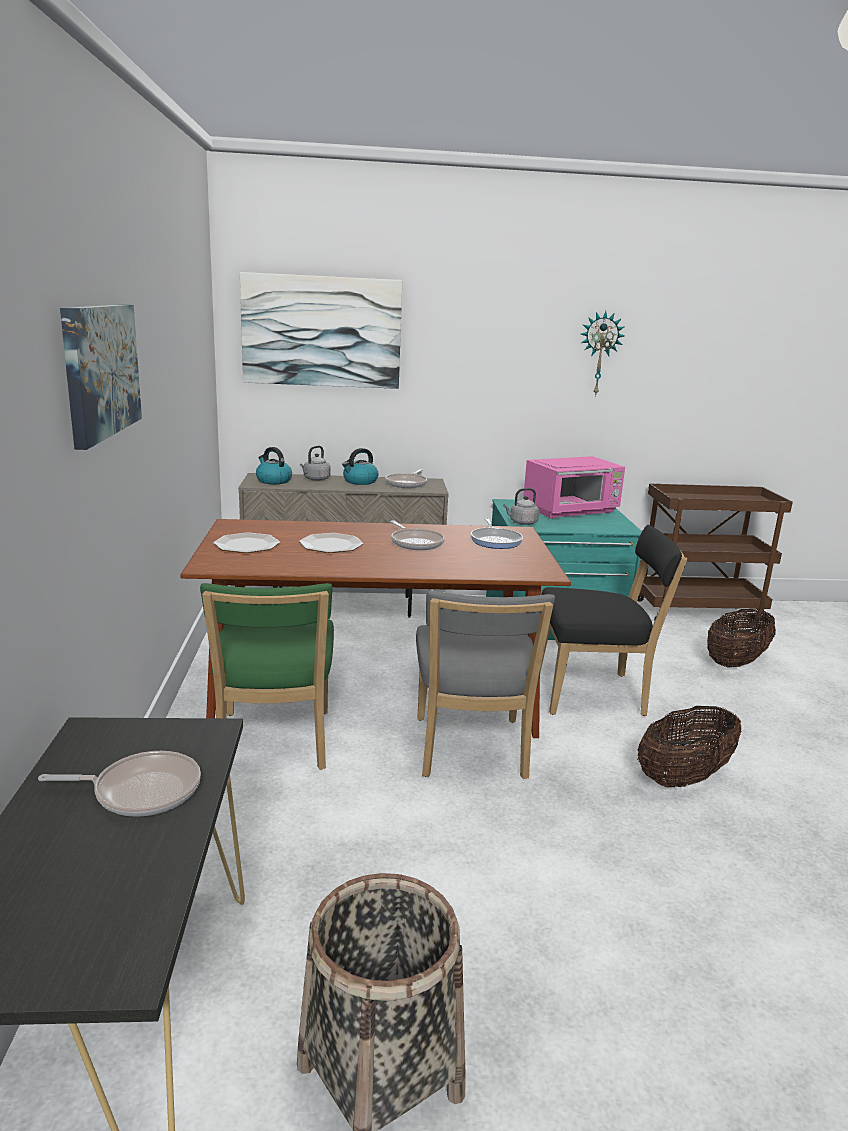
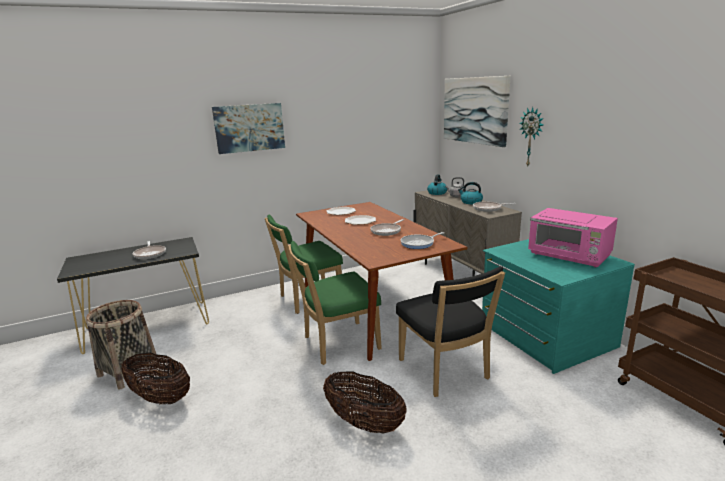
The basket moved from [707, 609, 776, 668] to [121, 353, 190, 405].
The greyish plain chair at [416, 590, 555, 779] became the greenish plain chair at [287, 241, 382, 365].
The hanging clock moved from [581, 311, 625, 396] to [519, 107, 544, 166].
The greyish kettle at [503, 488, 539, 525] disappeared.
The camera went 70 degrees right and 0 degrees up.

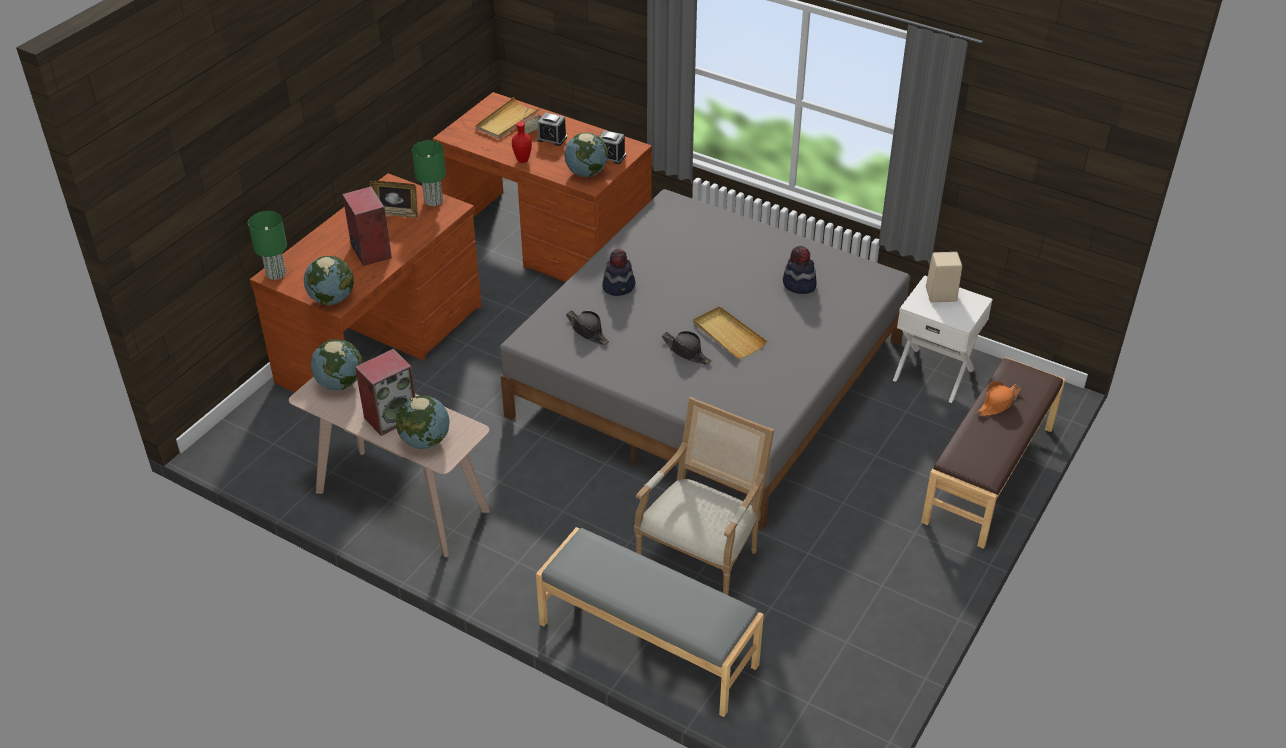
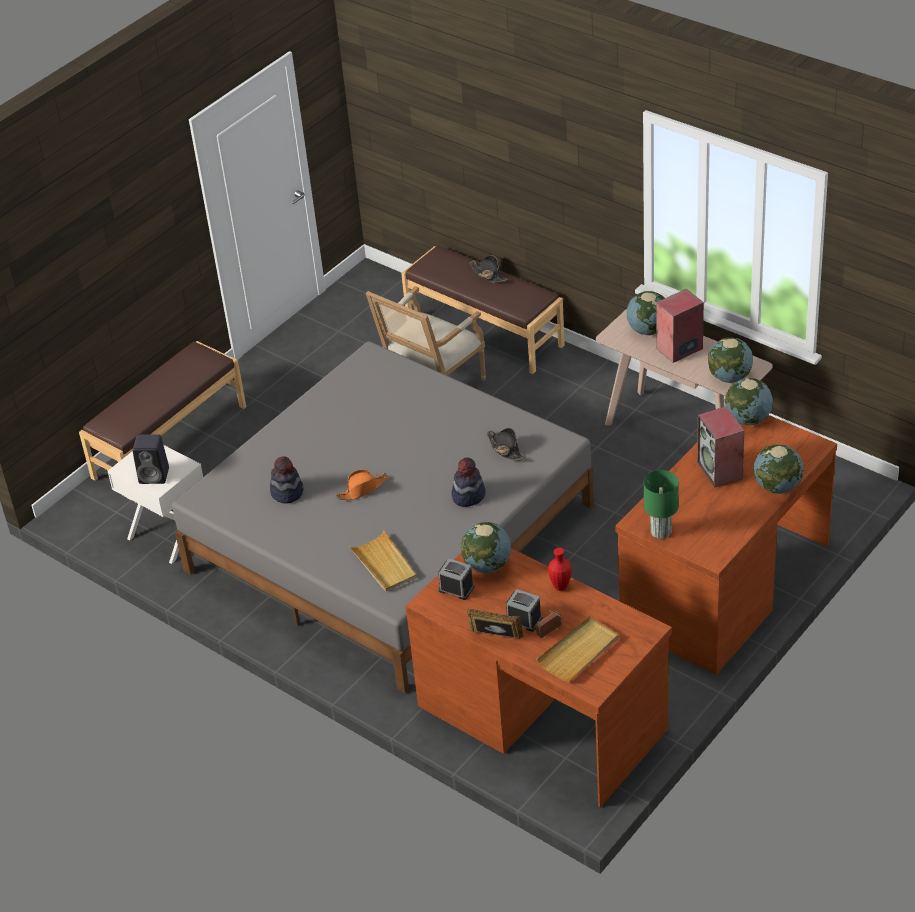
The beige audio speaker at [926, 252, 962, 302] became the black audio speaker at [133, 434, 169, 484].
The orangey hat moved from [976, 381, 1022, 416] to [336, 469, 388, 500].
The beige tray moved from [693, 306, 767, 359] to [349, 531, 417, 592].
The greyish bench at [536, 527, 764, 717] became the brown bench at [401, 246, 565, 374].
The standing frame moved from [370, 181, 418, 218] to [467, 608, 524, 639].
The black hat moved from [662, 331, 712, 365] to [469, 255, 507, 282].
The globe at [754, 444, 804, 494] appeared.
The greenish table lamp at [248, 211, 287, 280] disappeared.
The camera went 170 degrees left and 0 degrees up.

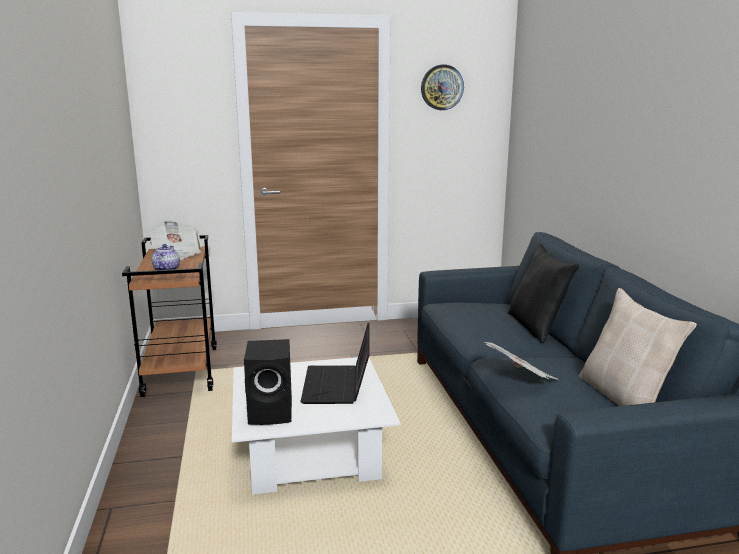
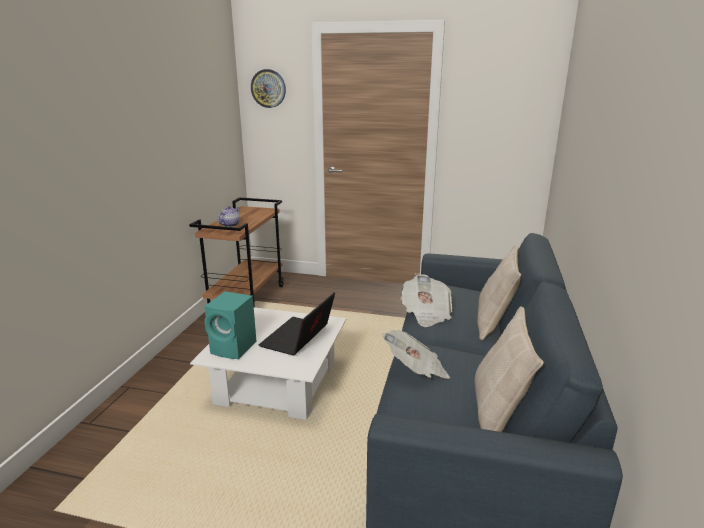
The black audio speaker at [244, 339, 292, 425] became the turquoise-coloured audio speaker at [204, 291, 256, 359].
The hanging clock moved from [421, 65, 464, 110] to [251, 69, 286, 108].
The daily paper moved from [150, 221, 201, 260] to [400, 274, 452, 327].
The black throw pillow at [508, 243, 579, 343] became the beige throw pillow at [477, 245, 521, 340].
The camera went 25 degrees right and 5 degrees up.

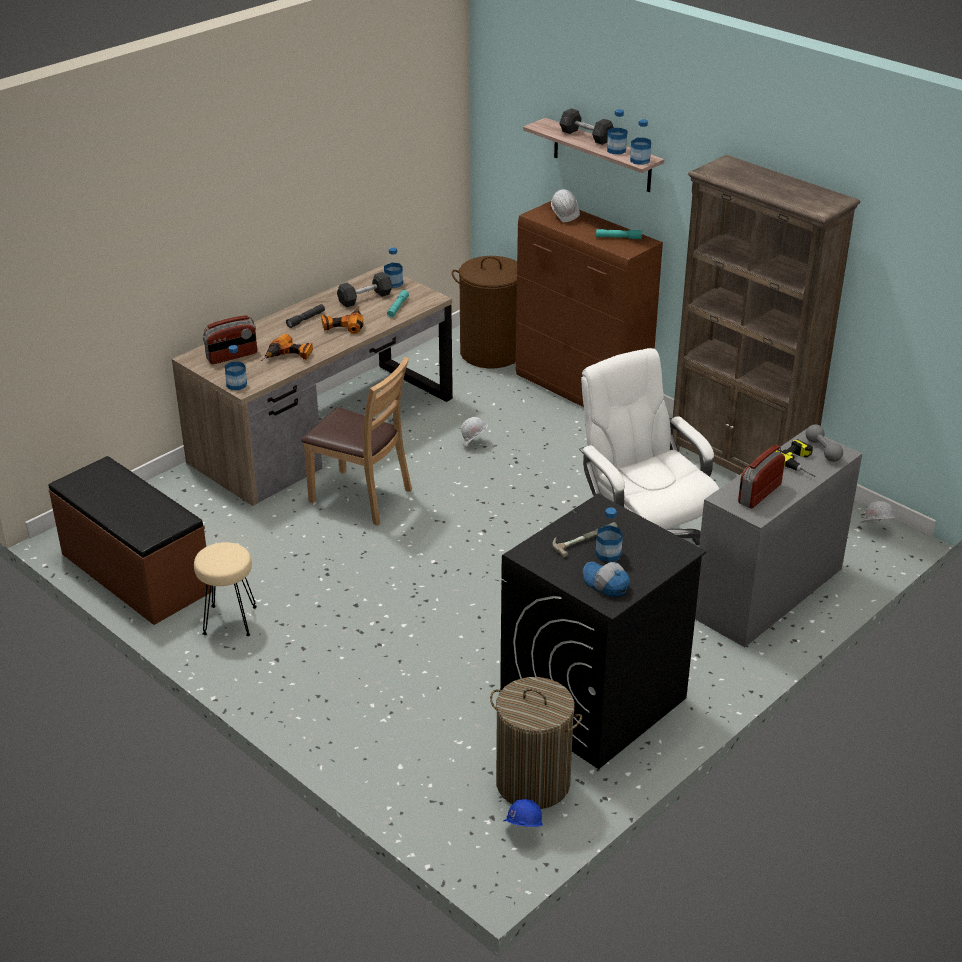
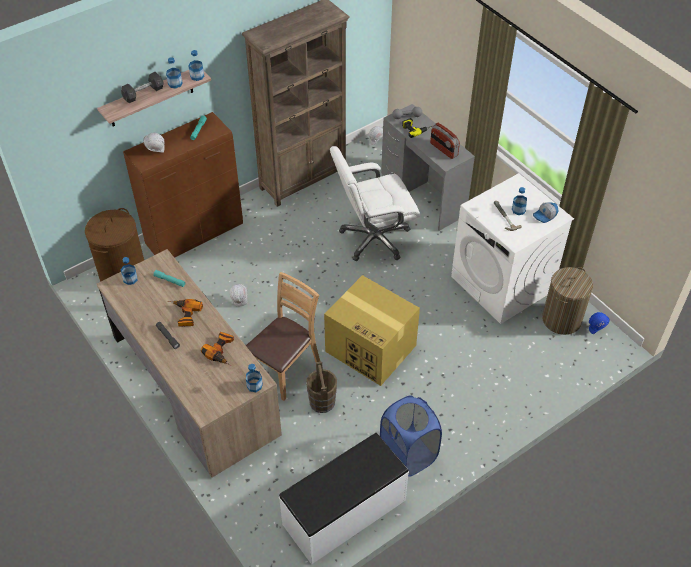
The brown bench at [49, 456, 212, 625] became the white-coloured bench at [279, 433, 409, 565].
The brown bucket at [306, 362, 337, 413] appeared.
The carton at [324, 275, 420, 386] appeared.
The beige stool seat at [194, 542, 257, 636] was replaced by the blue-coloured laundry basket at [380, 396, 442, 477].
The black washing machine at [500, 494, 706, 769] became the white-coloured washing machine at [451, 173, 574, 324].
The radio receiver at [203, 315, 257, 364] disappeared.
The greyish free weight at [337, 272, 392, 308] disappeared.
The camera went 80 degrees left and 15 degrees up.

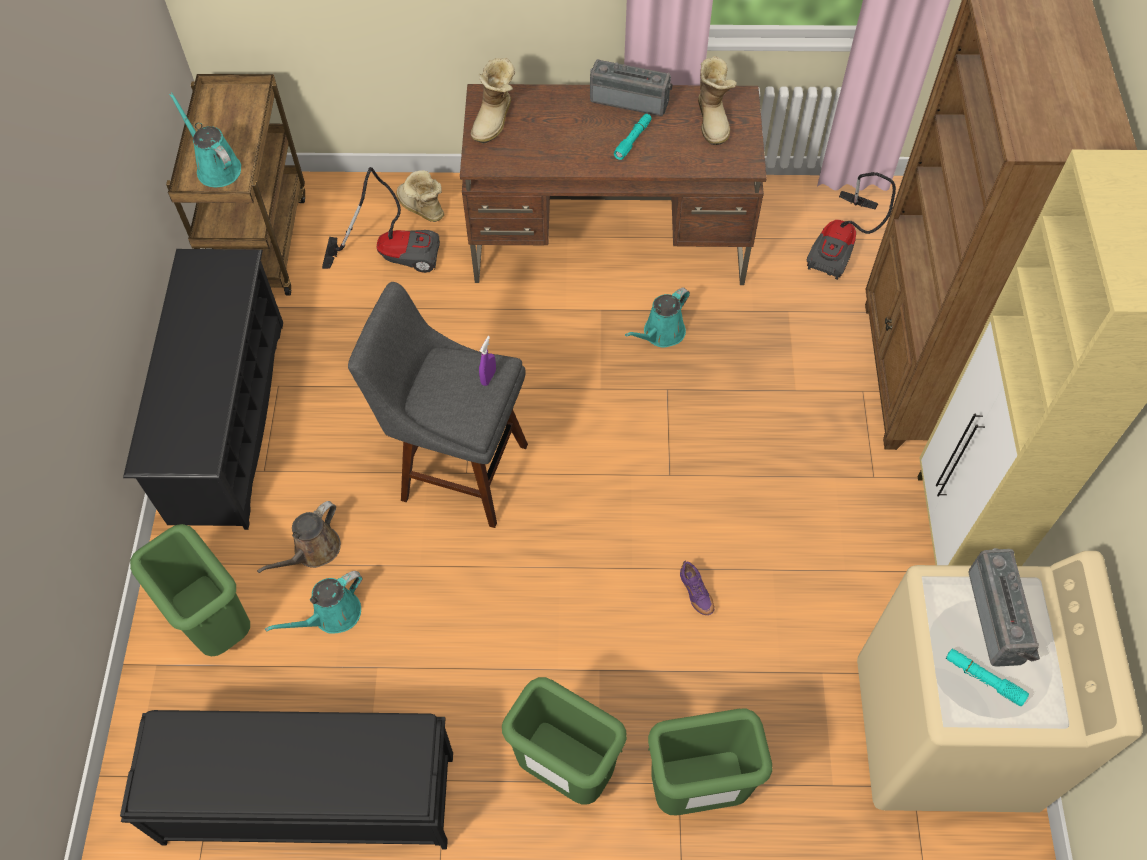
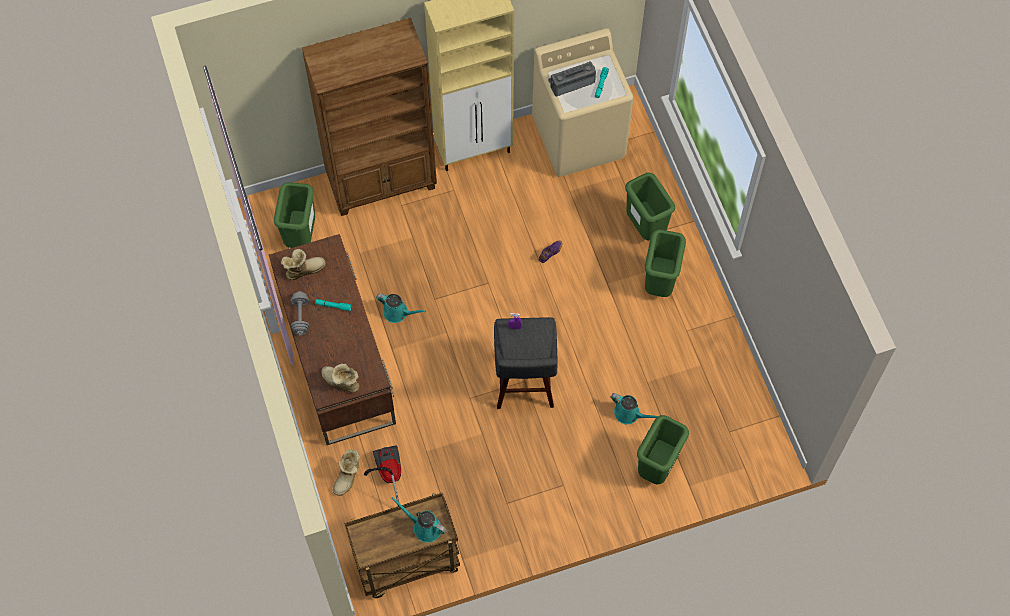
The vacuum at [807, 172, 896, 280] was replaced by the greenish trash can at [274, 182, 315, 248].
The radio receiver at [590, 59, 673, 116] was replaced by the greyish free weight at [291, 291, 309, 336].
The boot at [471, 58, 515, 144] turned 150 degrees counterclockwise.
The turquoise-coloured watering can at [169, 92, 241, 187] turned 90 degrees clockwise.
The black bench at [120, 710, 453, 849] disappeared.
The black shoe stand at [123, 249, 283, 530] disappeared.
The brown watering can at [257, 501, 341, 573] disappeared.
The camera went 110 degrees left and 5 degrees up.

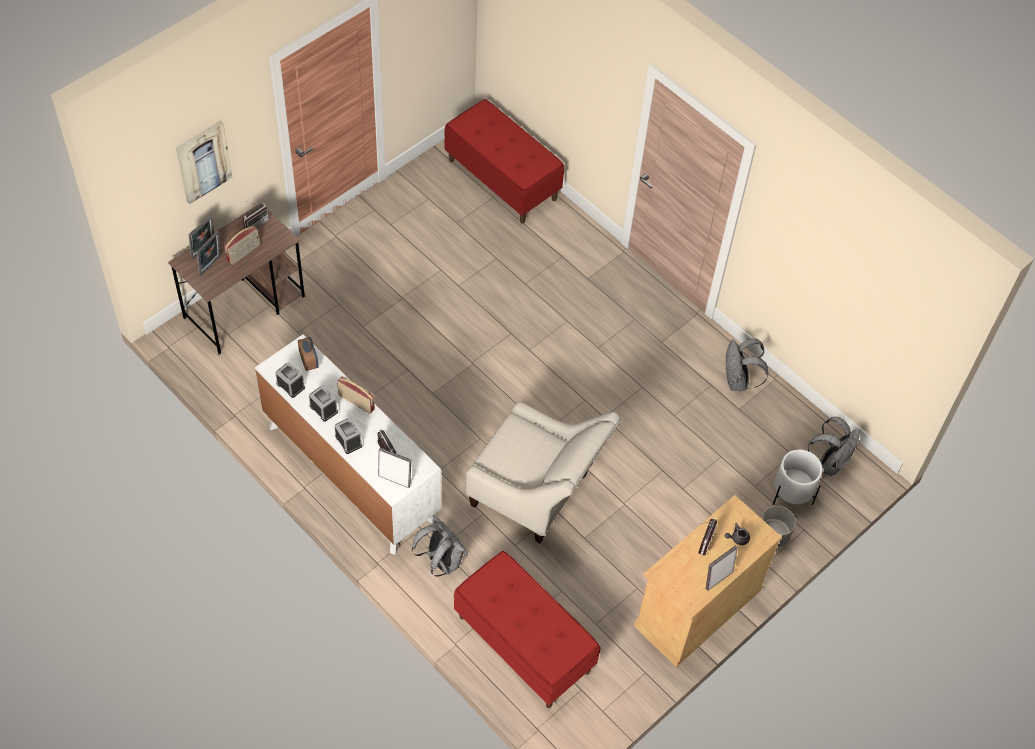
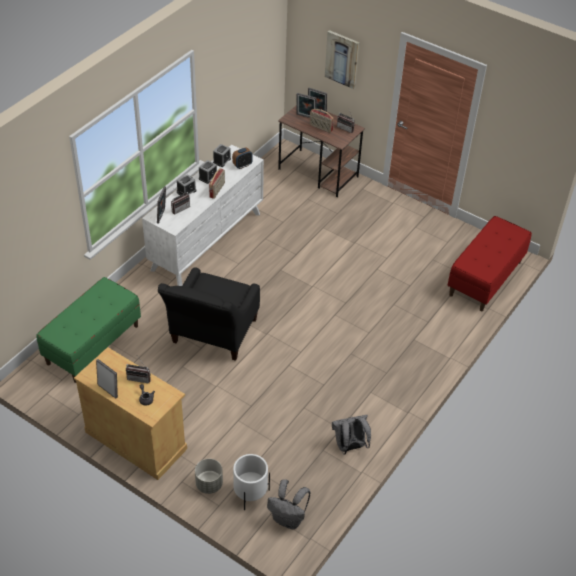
The reddish bench at [454, 551, 600, 708] became the greenish bench at [36, 277, 141, 383].
The beige lounge chair at [466, 401, 622, 543] became the black lounge chair at [158, 267, 260, 361].
The greyish rucksack at [412, 517, 467, 577] disappeared.
The camera went 80 degrees right and 10 degrees down.

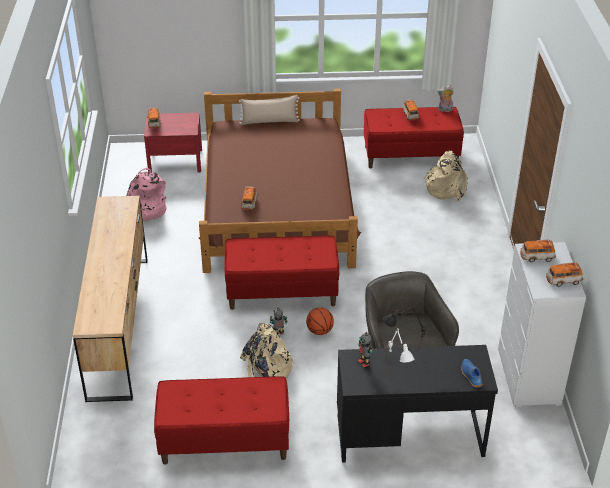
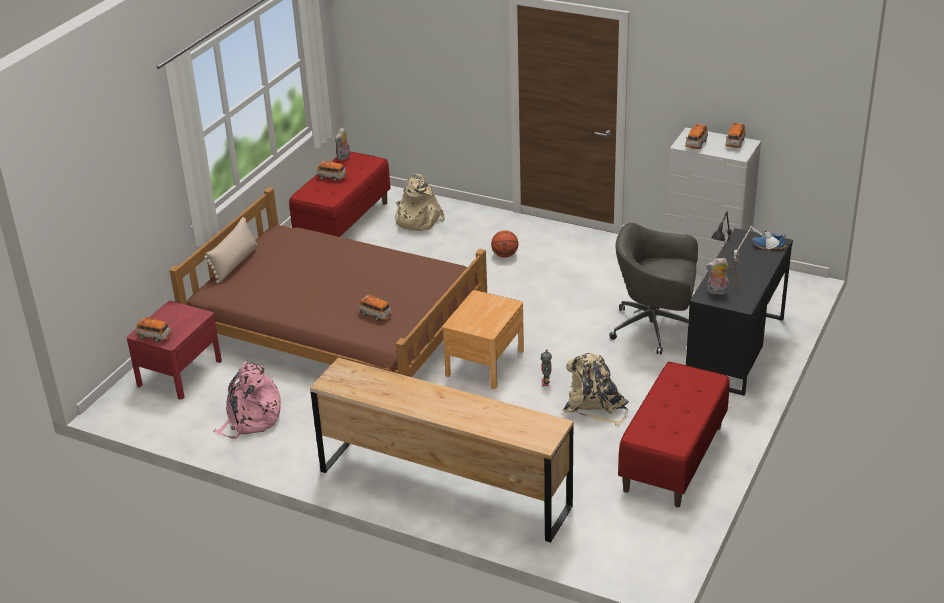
The reddish bench at [224, 236, 339, 310] was replaced by the brown bedside table at [443, 290, 524, 389].
The basketball moved from [306, 308, 334, 335] to [491, 230, 518, 258].
The model robot at [358, 332, 373, 368] was replaced by the cuddly toy at [706, 258, 729, 295].
The camera went 60 degrees left and 5 degrees down.

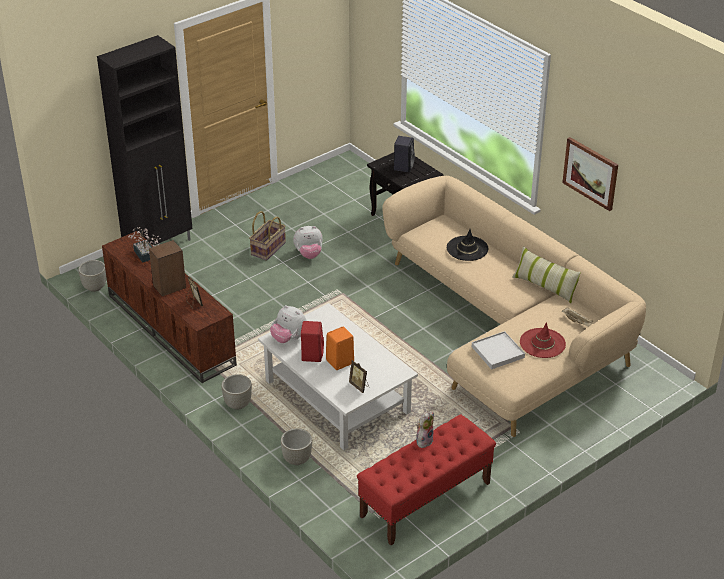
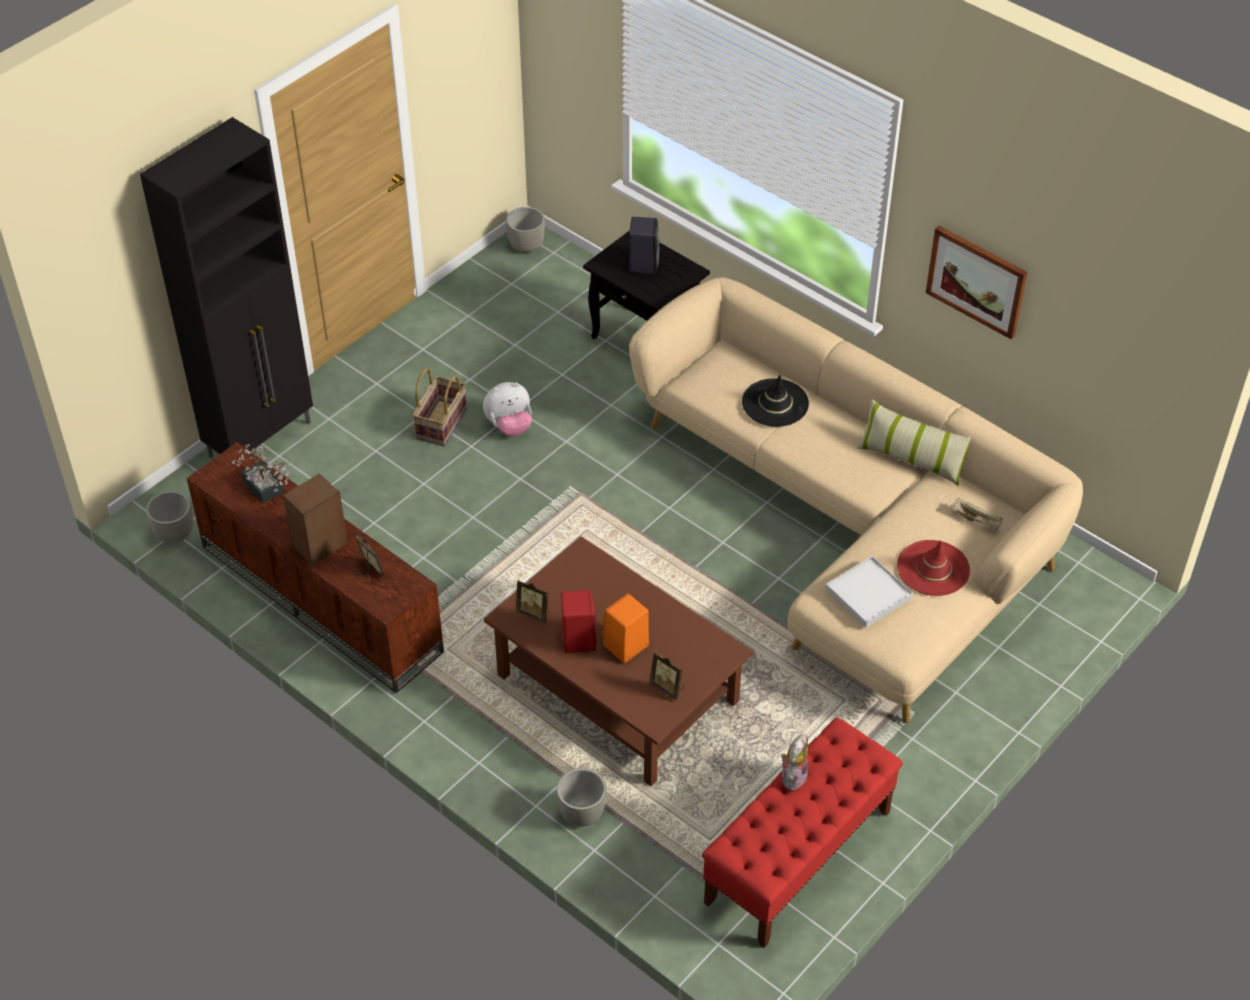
The white-coloured low table at [258, 303, 418, 450] became the brown low table at [484, 536, 753, 786].
The greyish planter moved from [221, 374, 252, 410] to [506, 207, 545, 253].
The cuddly toy at [270, 305, 307, 343] was replaced by the standing frame at [516, 579, 550, 623].
The camera went 10 degrees left and 10 degrees up.

